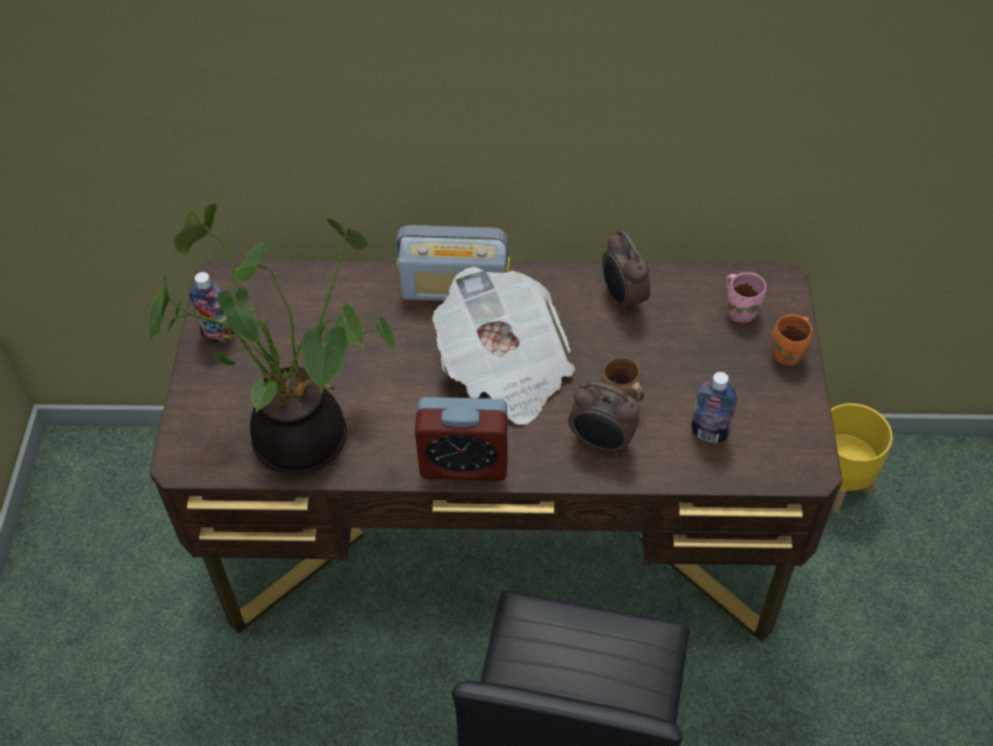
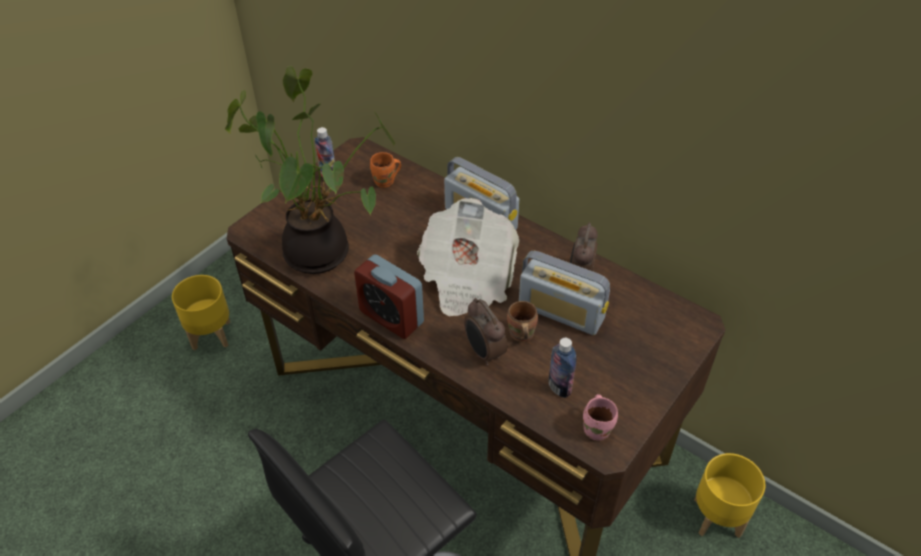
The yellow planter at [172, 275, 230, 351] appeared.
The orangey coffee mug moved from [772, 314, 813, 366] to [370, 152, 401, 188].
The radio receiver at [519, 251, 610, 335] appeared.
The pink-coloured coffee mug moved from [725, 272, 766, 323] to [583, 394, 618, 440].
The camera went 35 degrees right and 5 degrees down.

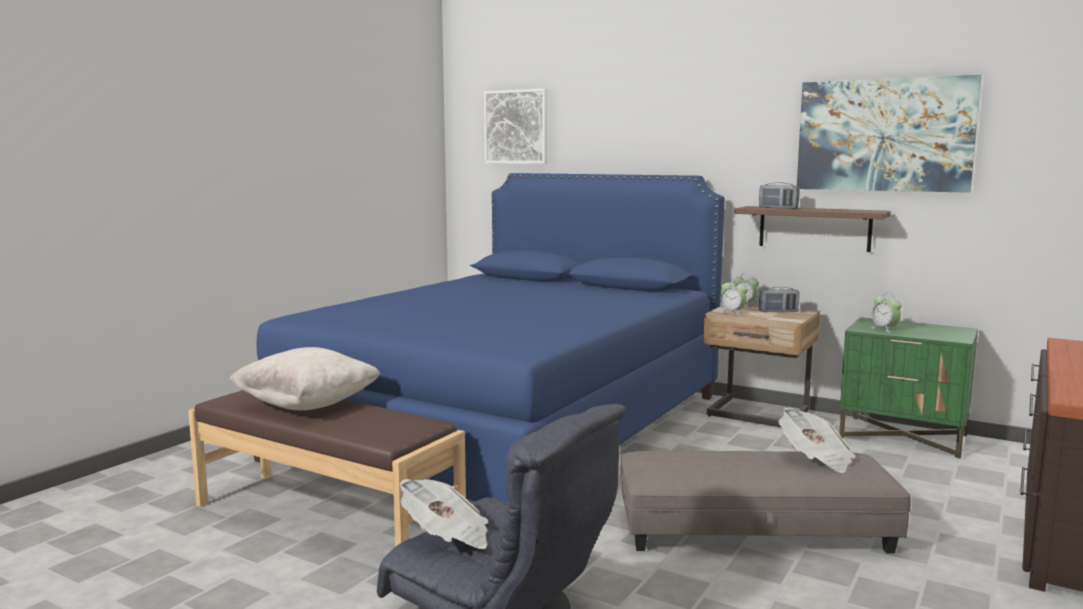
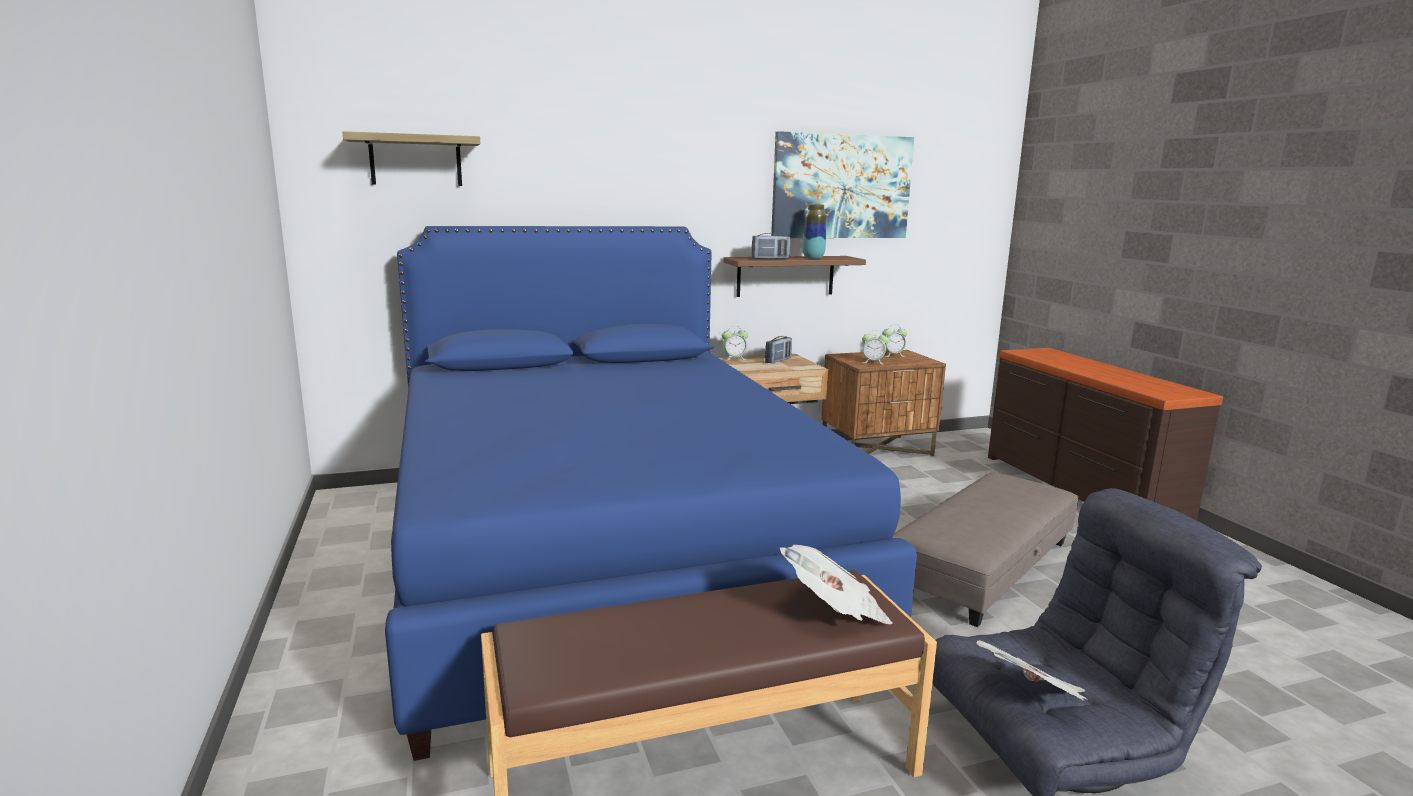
The wall art at [484, 88, 547, 164] was replaced by the bracket shelf at [342, 131, 480, 186].
The daily paper moved from [778, 408, 855, 473] to [780, 545, 893, 624].
The flower vase at [802, 204, 826, 259] appeared.
The greenish bedside table at [839, 317, 978, 459] became the brown bedside table at [821, 350, 946, 457].
The table clock moved from [719, 279, 748, 316] to [882, 324, 907, 357].
The beige throw pillow at [229, 347, 380, 410] disappeared.
The camera went 50 degrees left and 5 degrees up.

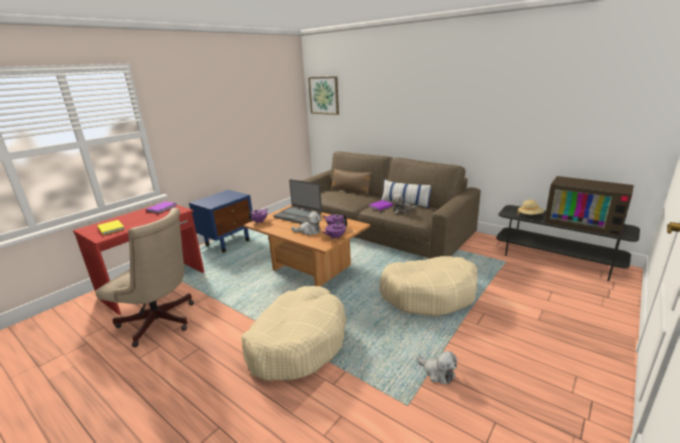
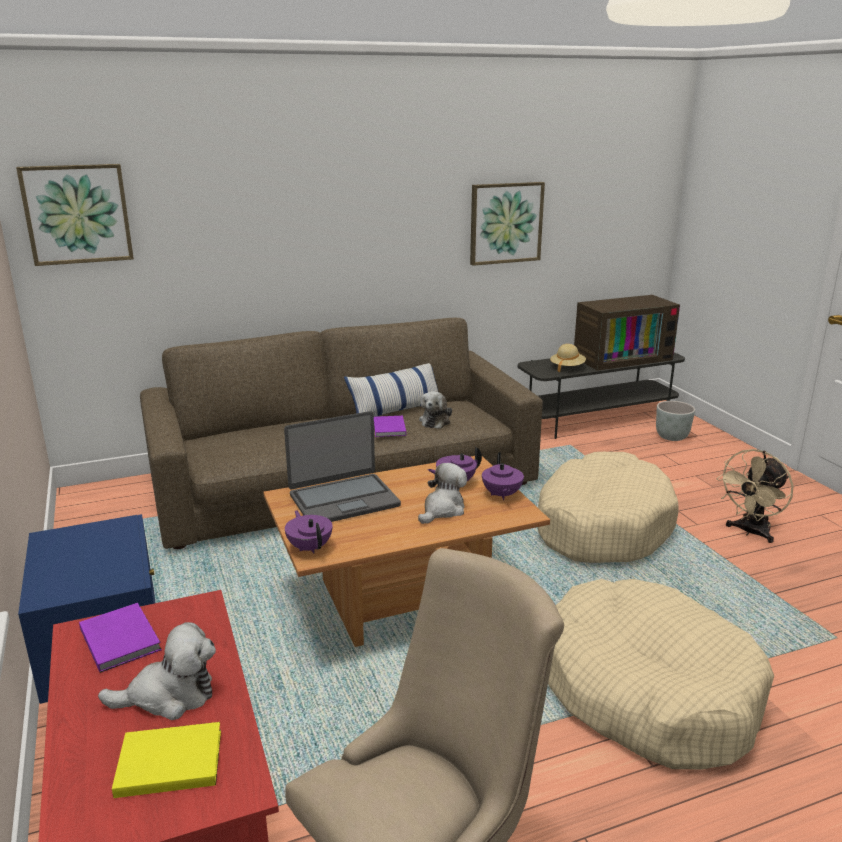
The cuddly toy moved from [416, 351, 457, 384] to [98, 622, 216, 720].
The wall art at [470, 182, 545, 266] appeared.
The greyish planter at [656, 401, 695, 441] appeared.
The beige fan at [717, 449, 794, 543] appeared.
The brown throw pillow at [330, 168, 372, 196] disappeared.
The camera went 60 degrees left and 0 degrees up.

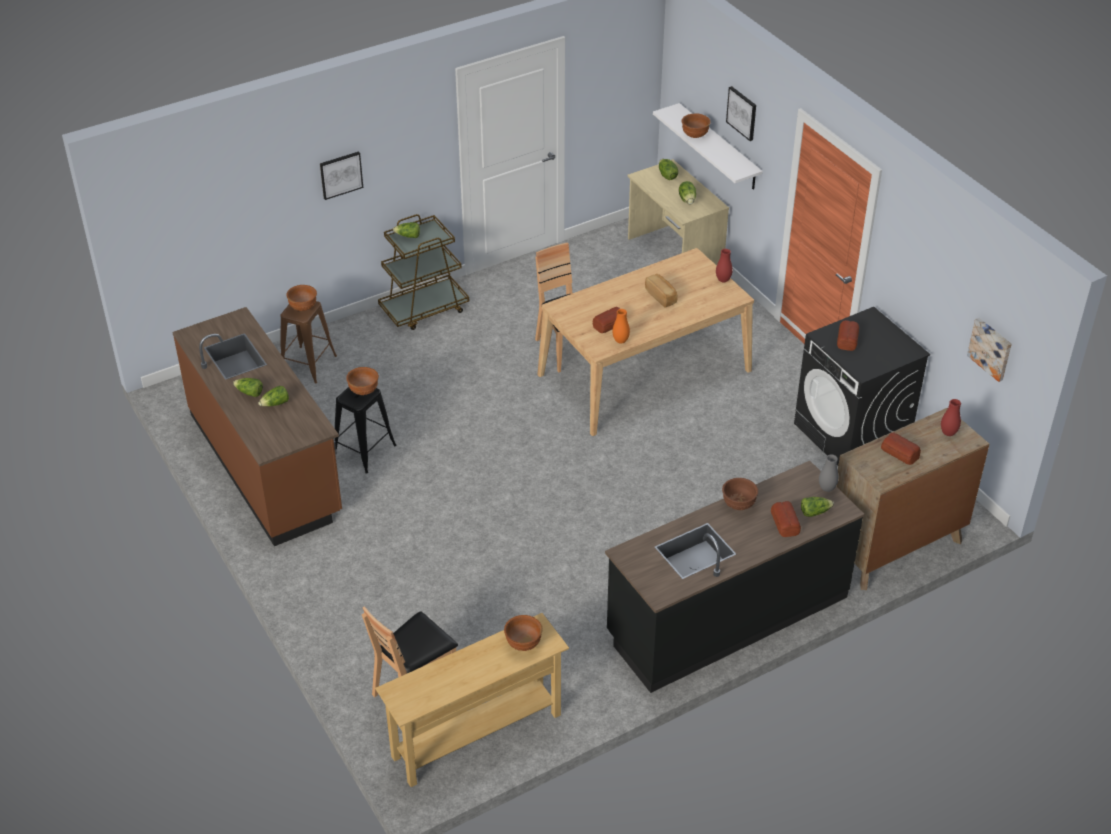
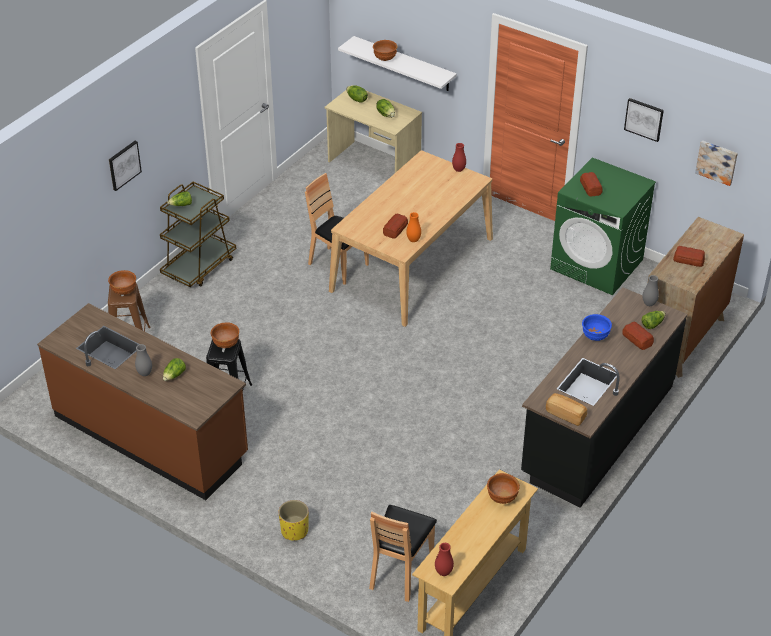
The lettuce head at [233, 378, 263, 397] was replaced by the greyish flower vase at [135, 344, 152, 376].
The yellow planter at [279, 500, 309, 541] appeared.
The reddish flower vase moved from [941, 399, 961, 436] to [435, 543, 454, 576].
The bread moved from [645, 274, 678, 308] to [546, 393, 587, 426].
The black washing machine at [794, 307, 930, 466] became the greenish washing machine at [550, 157, 656, 295].
The brown deep dish at [722, 478, 758, 510] became the blue-coloured deep dish at [582, 314, 612, 341].
The wall art moved from [726, 86, 756, 141] to [624, 98, 664, 142].
The camera went 25 degrees left and 0 degrees up.

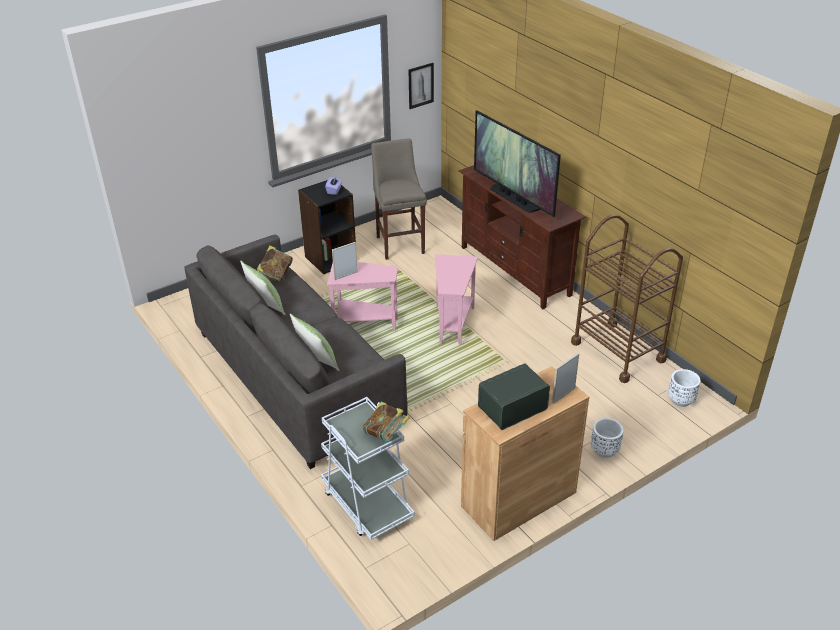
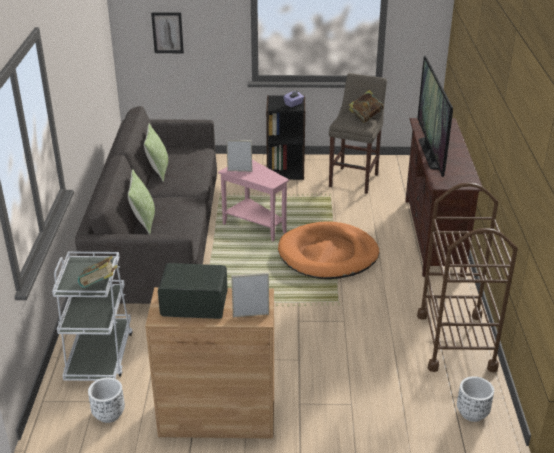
The white-coloured planter moved from [591, 418, 624, 458] to [88, 377, 125, 423].
The wall art moved from [409, 63, 434, 109] to [151, 12, 184, 53].
The pink-coloured accent table at [435, 254, 478, 345] was replaced by the orangey pet bed at [278, 222, 379, 279].
The volume moved from [257, 245, 293, 283] to [349, 90, 384, 123].
The camera went 35 degrees right and 5 degrees down.

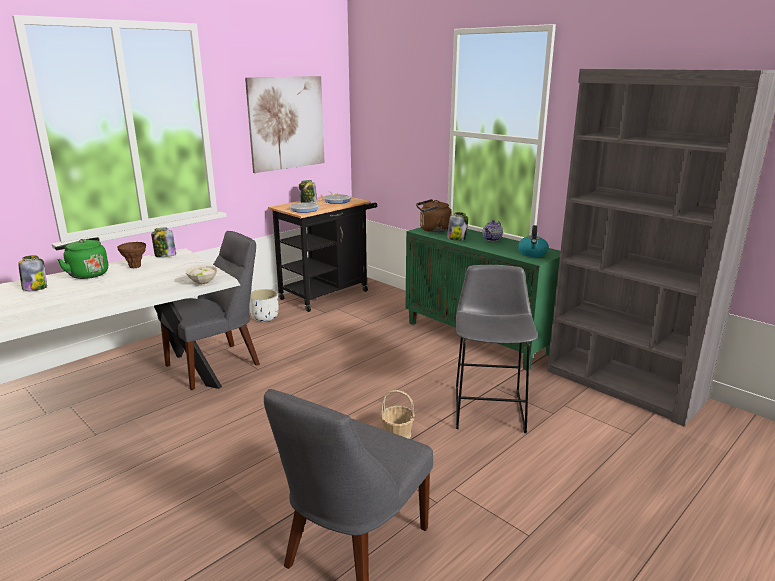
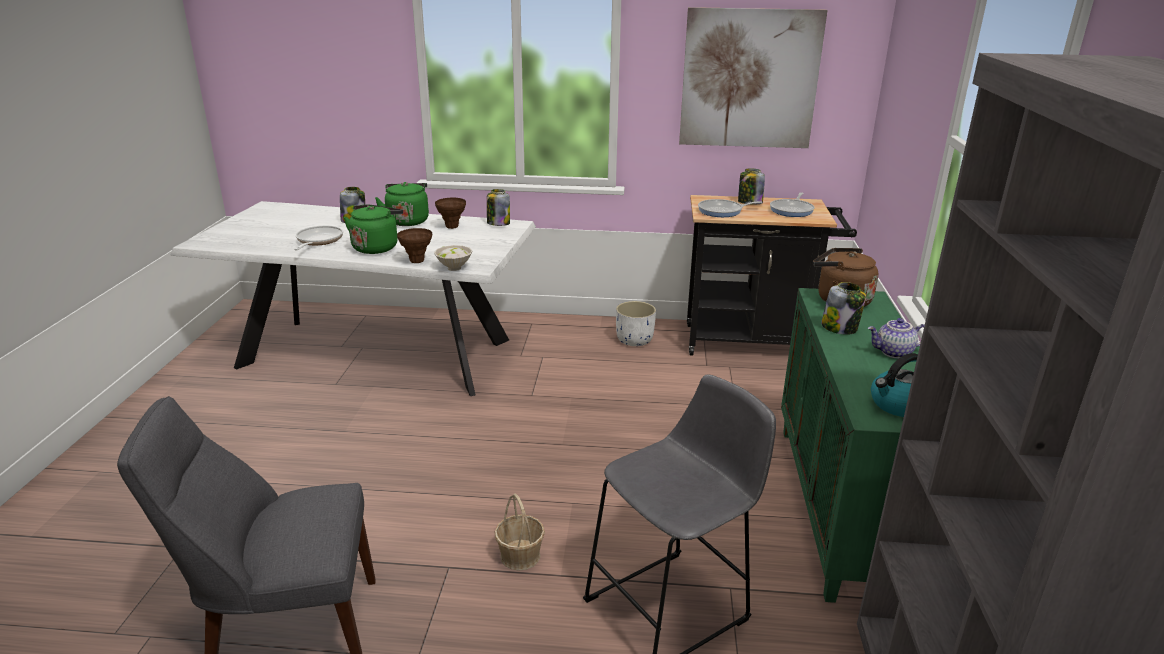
The skillet at [294, 226, 343, 251] appeared.
The greenish kettle at [344, 204, 403, 254] appeared.
The brown flower vase at [397, 228, 432, 263] appeared.
The greyish plain chair at [157, 231, 260, 390] disappeared.
The camera went 50 degrees right and 5 degrees up.

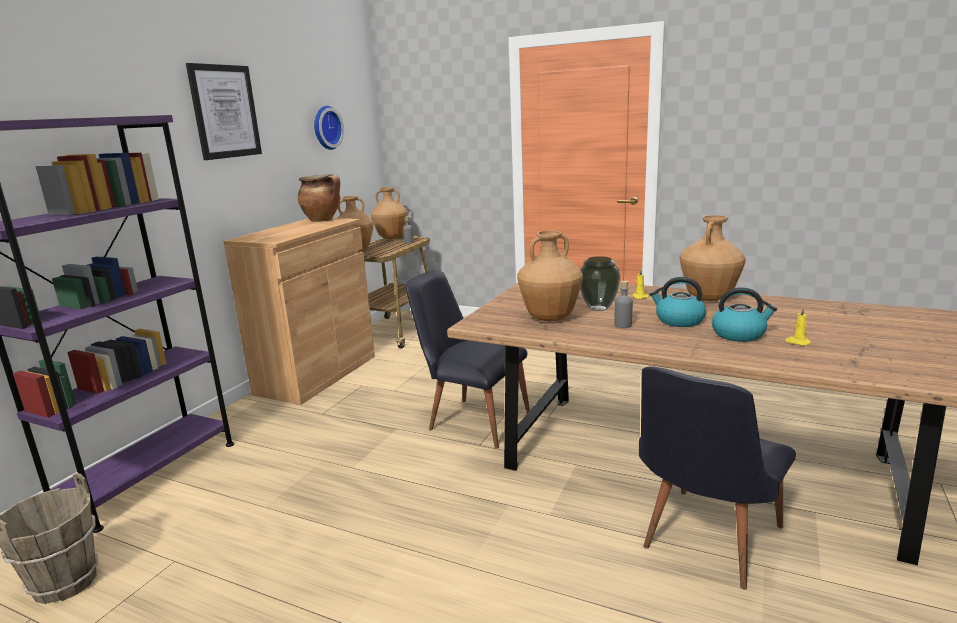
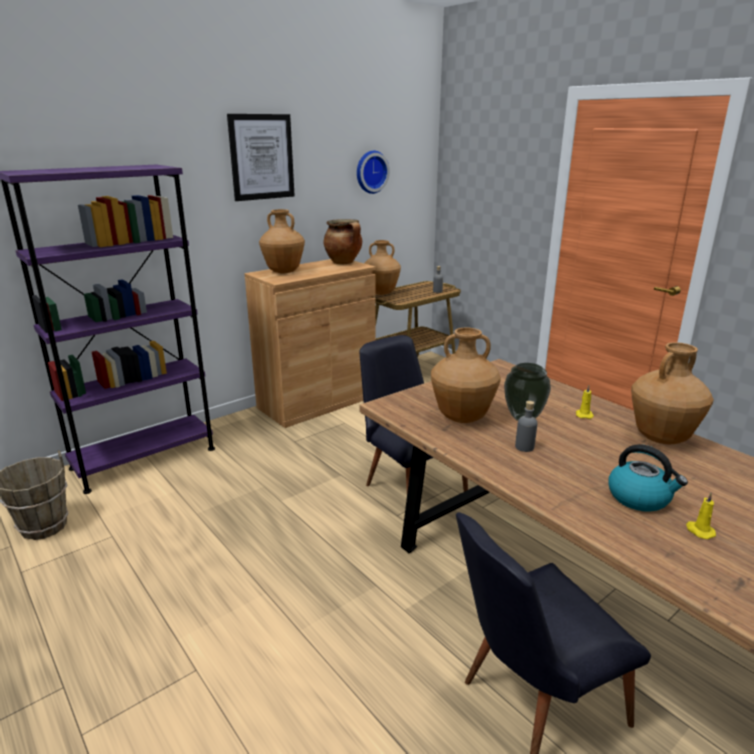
The brown flower vase moved from [371, 187, 408, 239] to [259, 209, 305, 273].
The kettle at [650, 277, 706, 327] disappeared.
The camera went 25 degrees right and 5 degrees up.

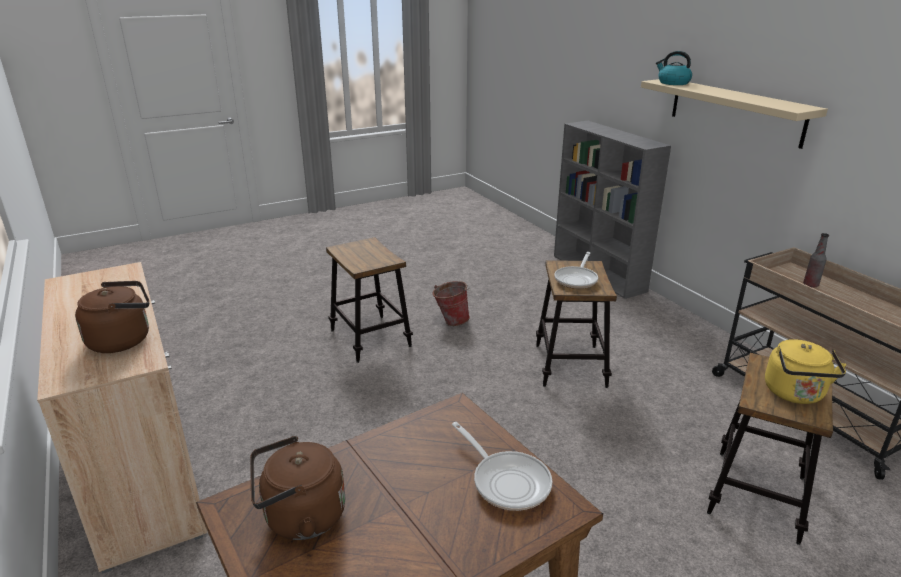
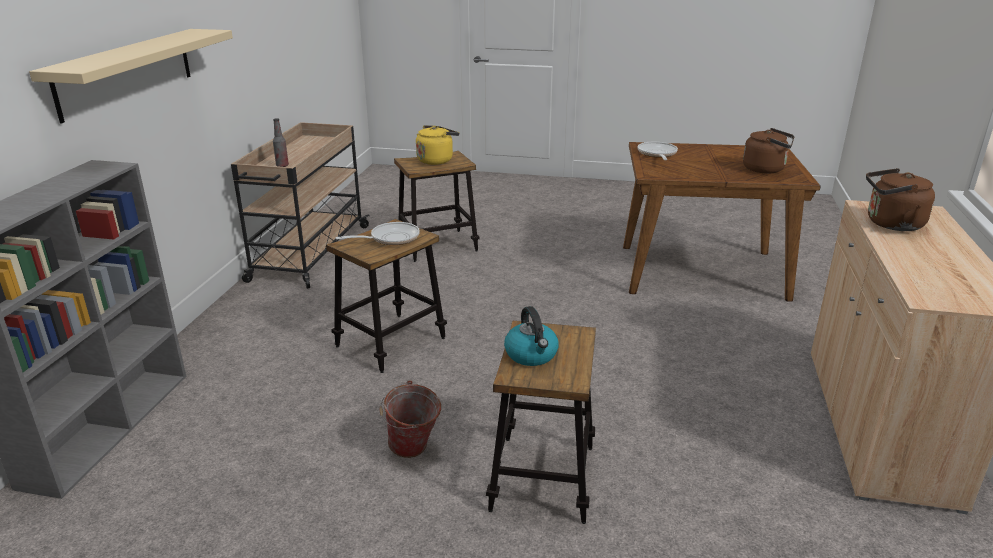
The kettle moved from [656, 51, 692, 85] to [504, 306, 559, 366].
The camera went 140 degrees left and 0 degrees up.

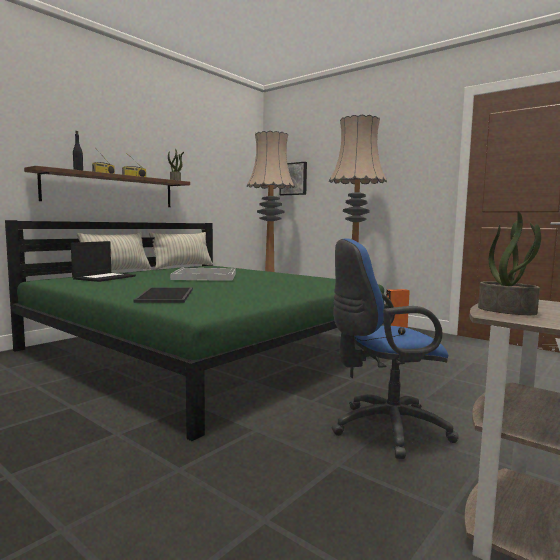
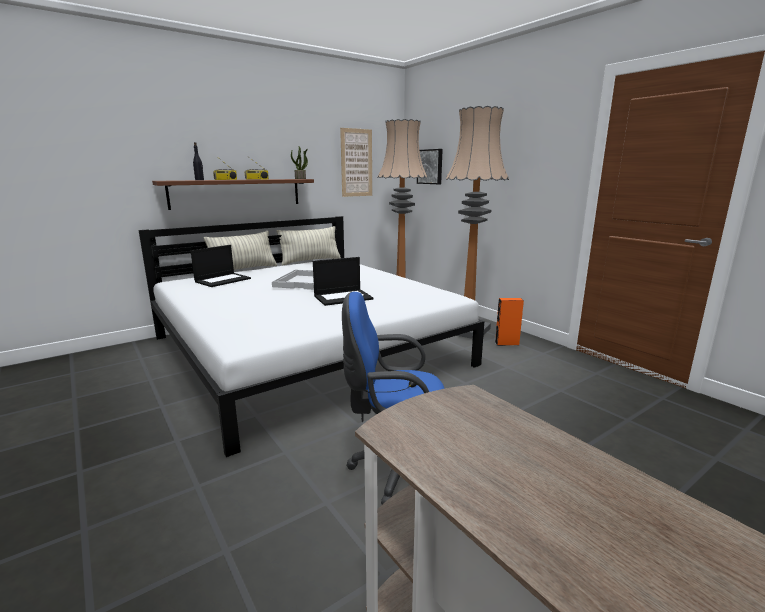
The greenish bed at [5, 220, 389, 441] became the white-coloured bed at [138, 216, 484, 457].
The laptop at [313, 257, 373, 306] appeared.
The wall art at [340, 128, 372, 197] appeared.
The tray at [133, 287, 193, 303] disappeared.
The houseplant at [478, 211, 541, 315] disappeared.
The camera went 15 degrees right and 10 degrees up.

